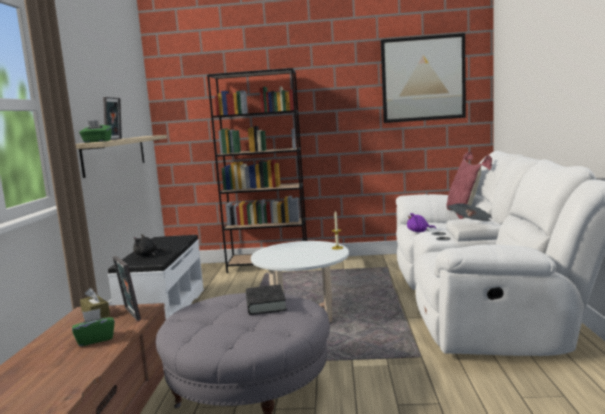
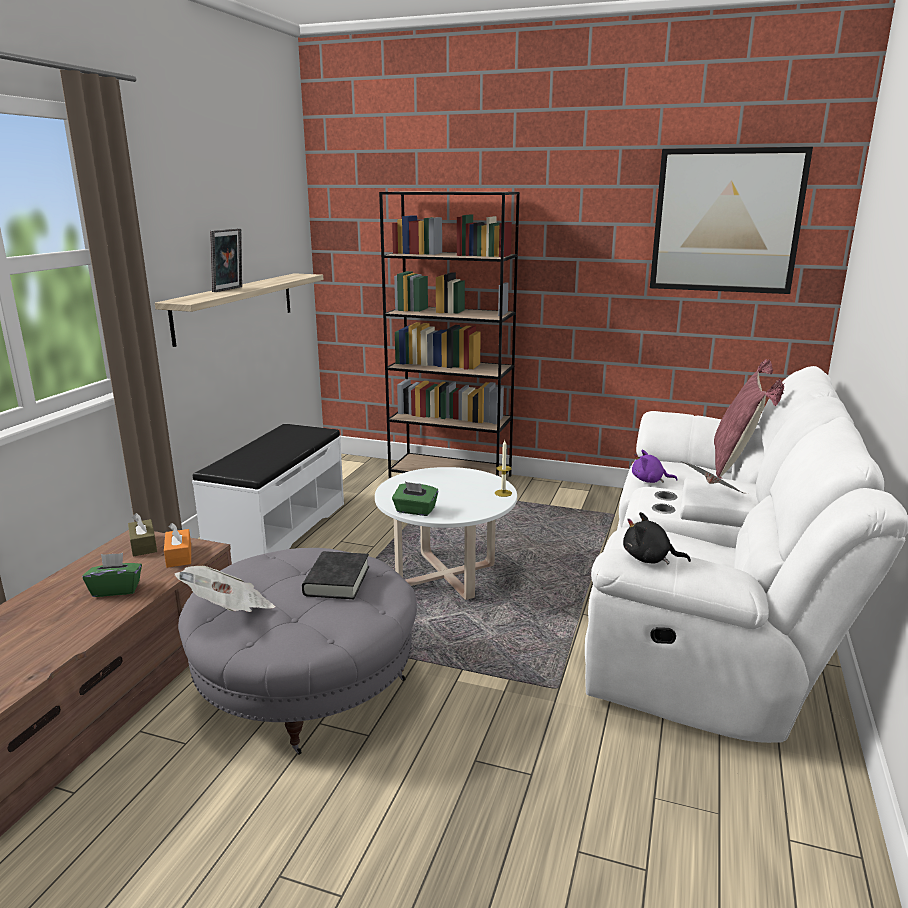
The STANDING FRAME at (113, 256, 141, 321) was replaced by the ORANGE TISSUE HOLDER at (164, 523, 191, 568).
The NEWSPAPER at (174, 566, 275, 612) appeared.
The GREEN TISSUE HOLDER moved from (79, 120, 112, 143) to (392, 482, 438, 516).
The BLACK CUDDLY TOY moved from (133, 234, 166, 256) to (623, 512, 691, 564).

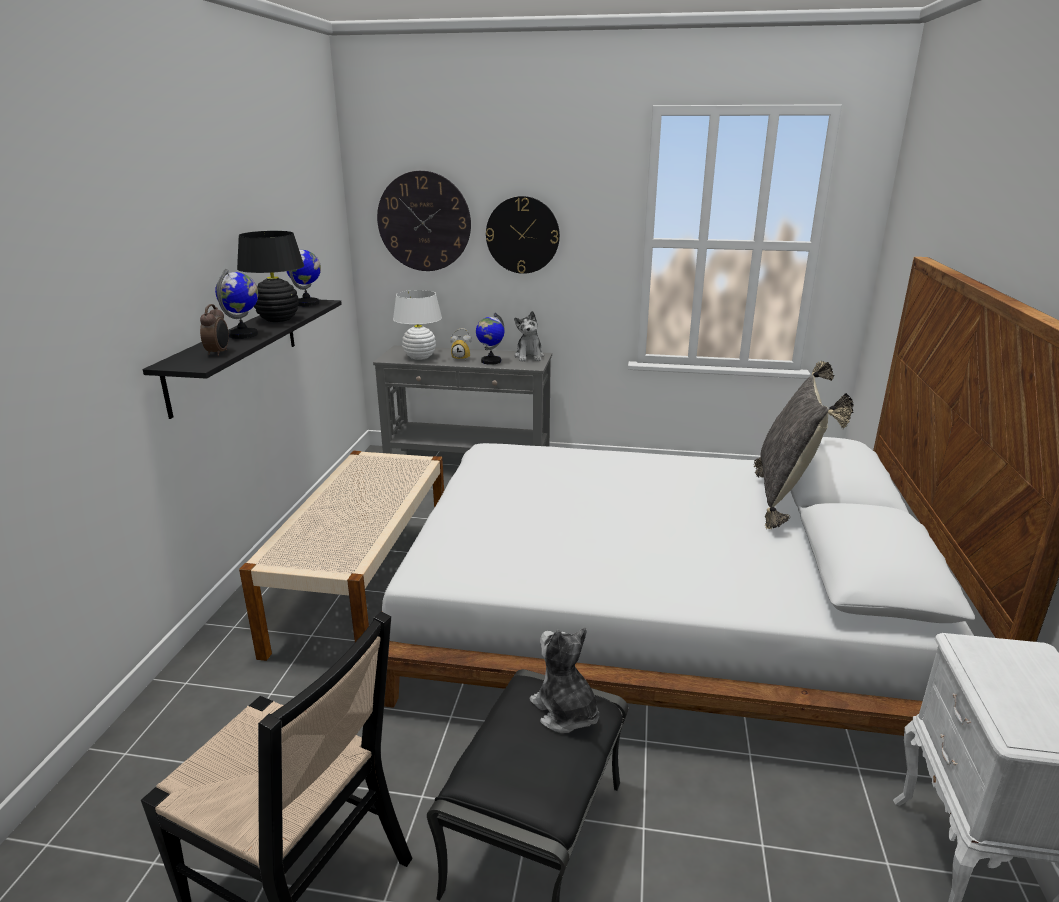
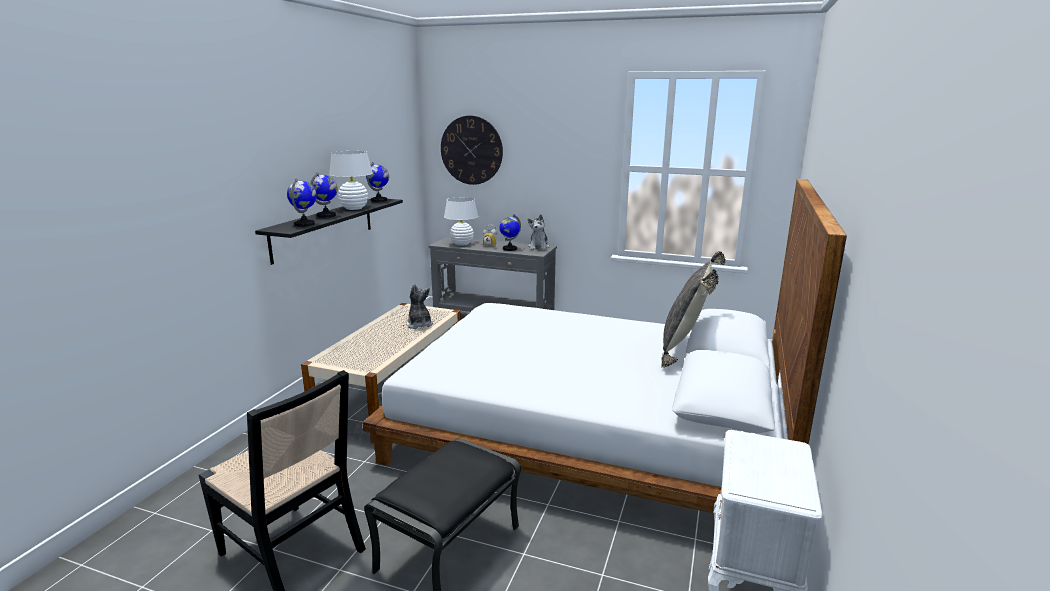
The TABLE CLOCK at (200, 304, 229, 356) was replaced by the GLOBE at (287, 178, 317, 227).
The BLACK LAMP FOR A TABLE at (237, 231, 304, 322) became the WHITISH LAMP FOR A TABLE at (329, 151, 373, 210).
The CUDDLY TOY moved from (530, 628, 599, 733) to (407, 284, 433, 329).
The WALL CLOCK at (486, 196, 560, 274) disappeared.

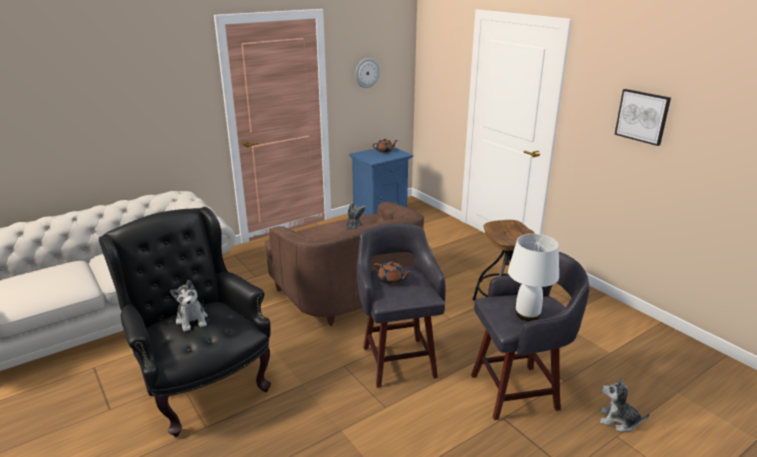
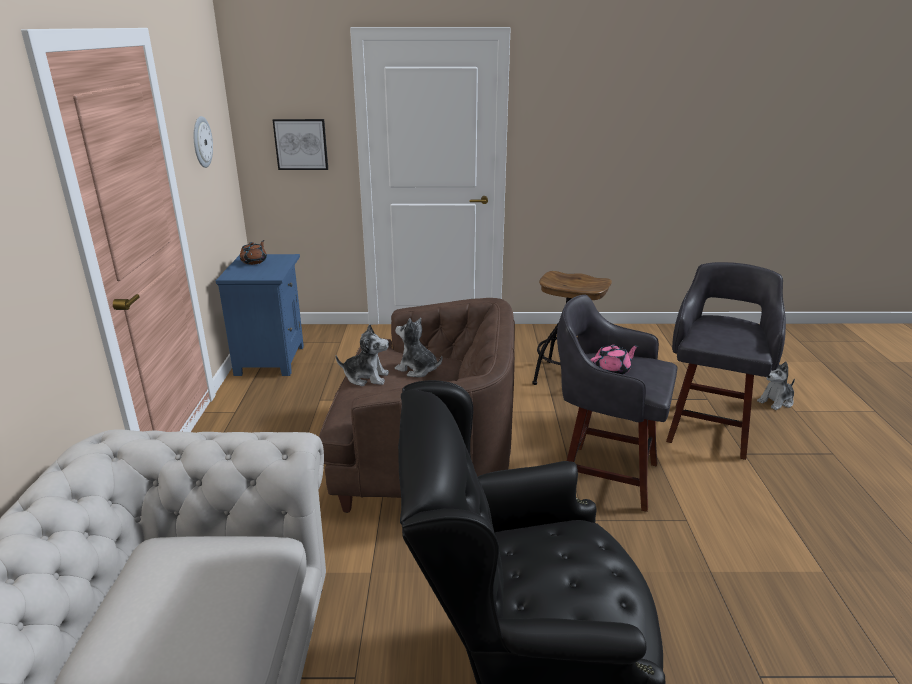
The WALL ART moved from (615, 89, 671, 146) to (273, 119, 328, 170).
The CUDDLY TOY moved from (170, 280, 208, 332) to (336, 324, 389, 386).
The BROWN POT FOR TEA at (374, 261, 412, 285) became the PINK-COLOURED POT FOR TEA at (590, 345, 639, 375).
The WHITISH LAMP FOR A TABLE at (508, 234, 559, 321) disappeared.

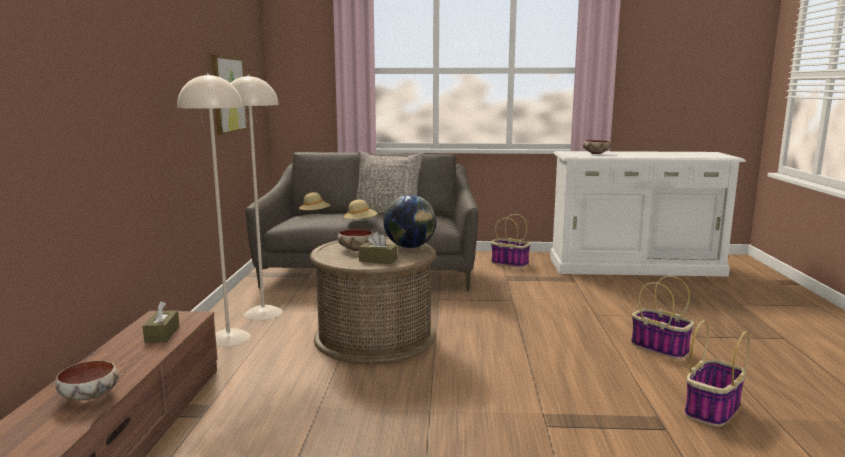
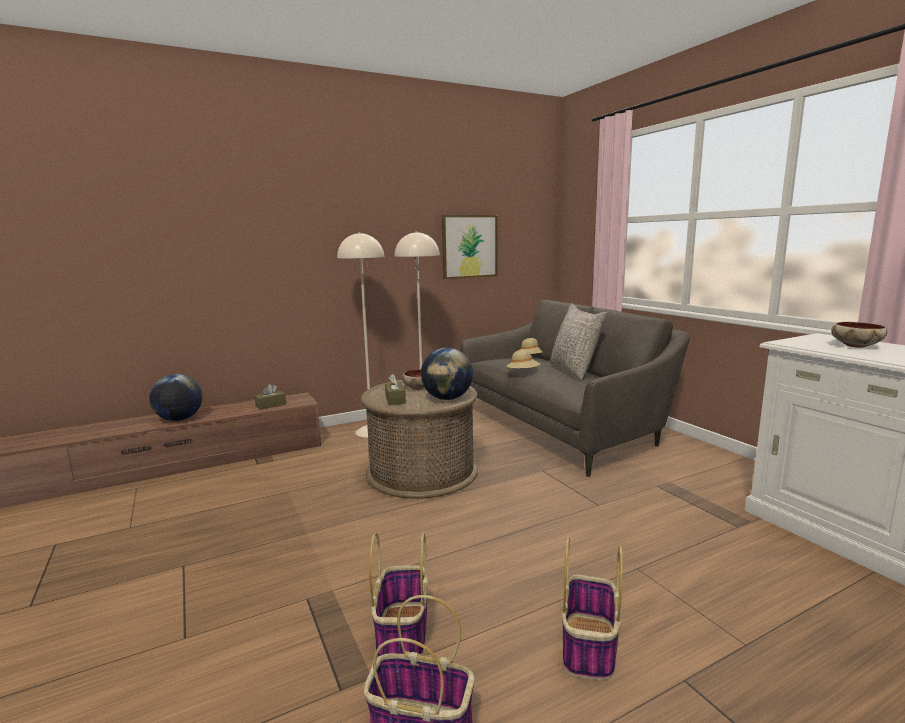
The BOWL at (55, 360, 119, 400) was replaced by the GLOBE at (149, 374, 202, 421).
The STORAGE BASKET moved from (491, 214, 530, 268) to (369, 533, 428, 658).

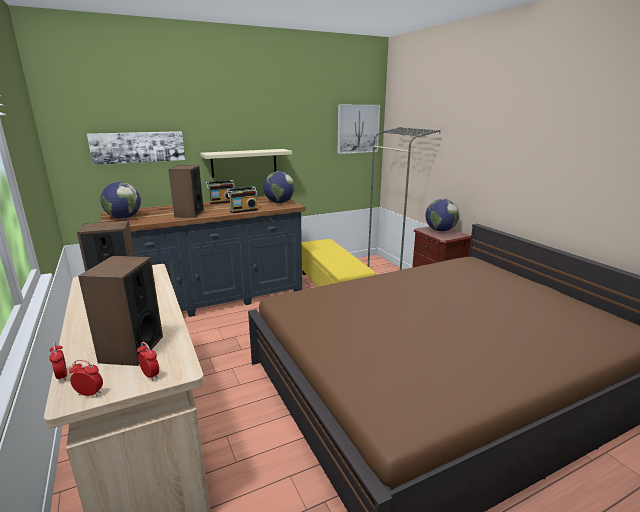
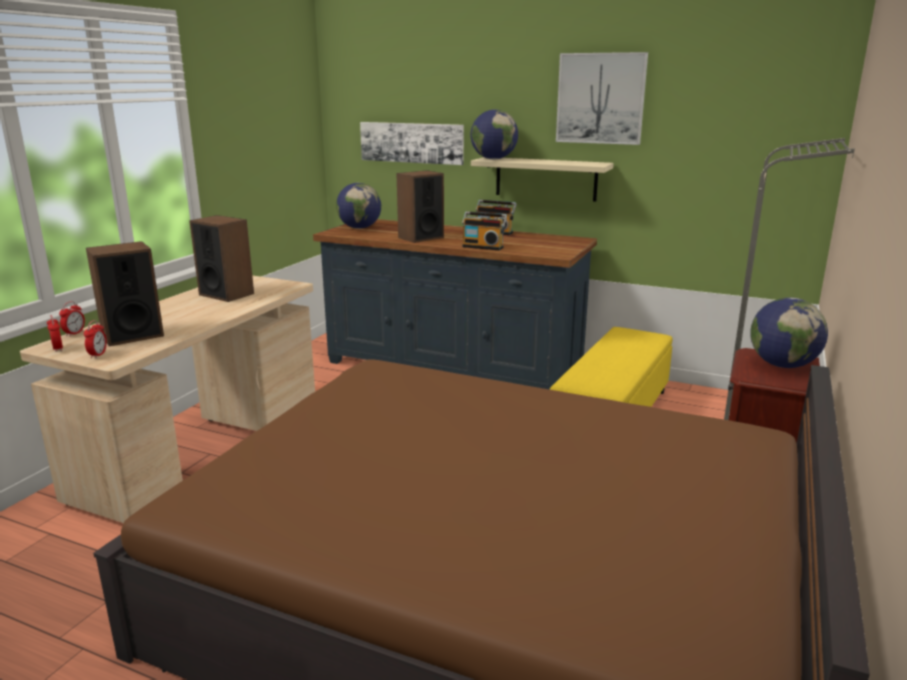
The GLOBE moved from (263, 171, 295, 203) to (471, 109, 518, 159).
The WALL ART moved from (338, 105, 380, 154) to (556, 52, 648, 145).

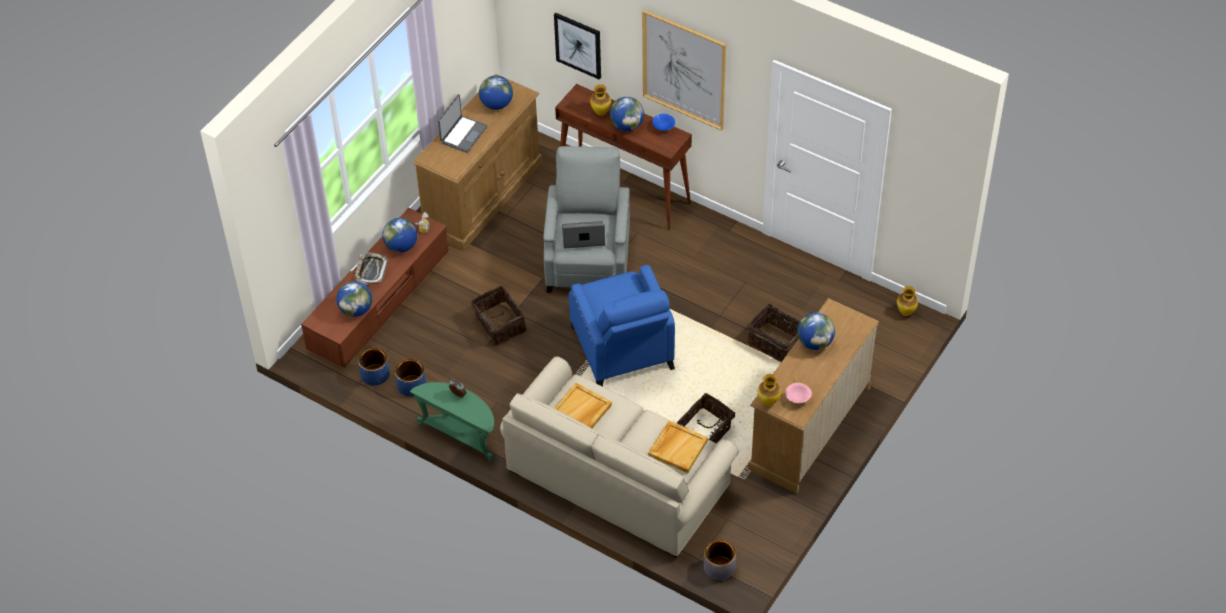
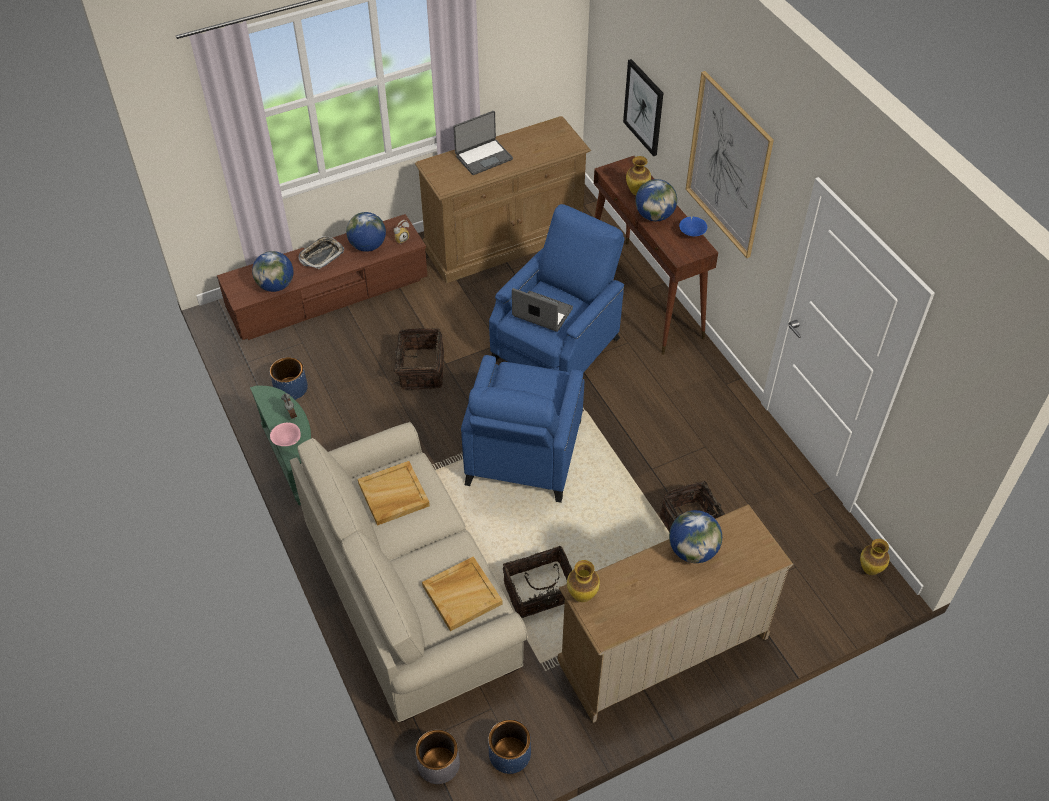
The PINK-COLOURED BOWL moved from (785, 383, 812, 403) to (270, 423, 301, 446).
The BLUE-COLOURED PLANT POT moved from (358, 348, 390, 386) to (488, 719, 531, 774).
The GRAY EASY CHAIR at (543, 146, 630, 293) became the BLUE-COLOURED EASY CHAIR at (489, 204, 625, 373).
The GLOBE at (479, 76, 513, 110) disappeared.

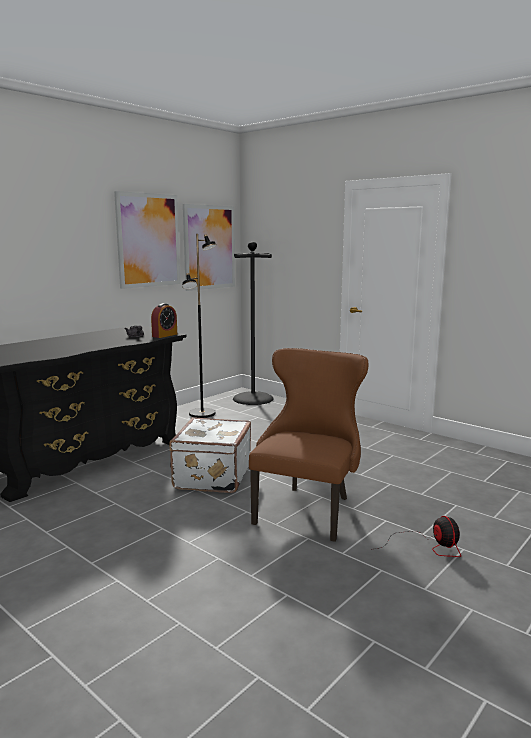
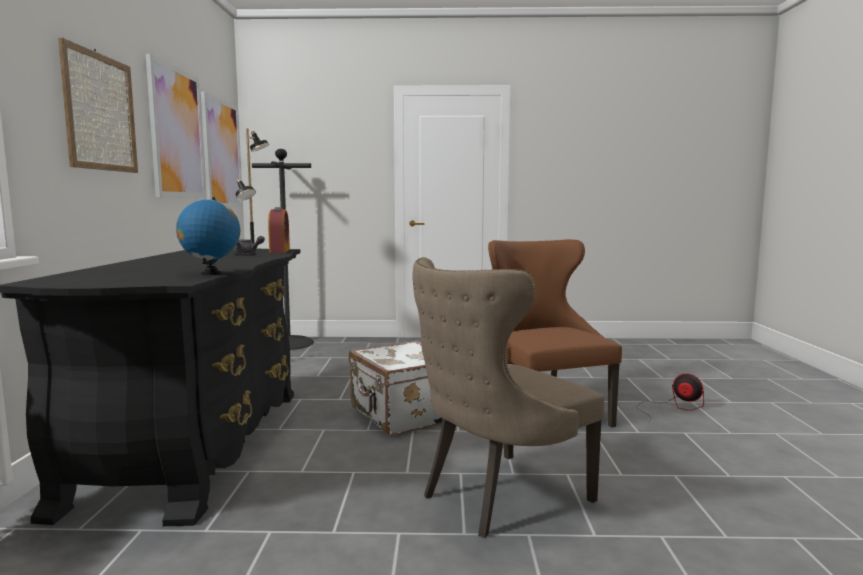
The WALL ART at (58, 37, 138, 173) appeared.
The GLOBE at (176, 197, 240, 275) appeared.
The BEIGE CHAIR at (412, 258, 604, 538) appeared.

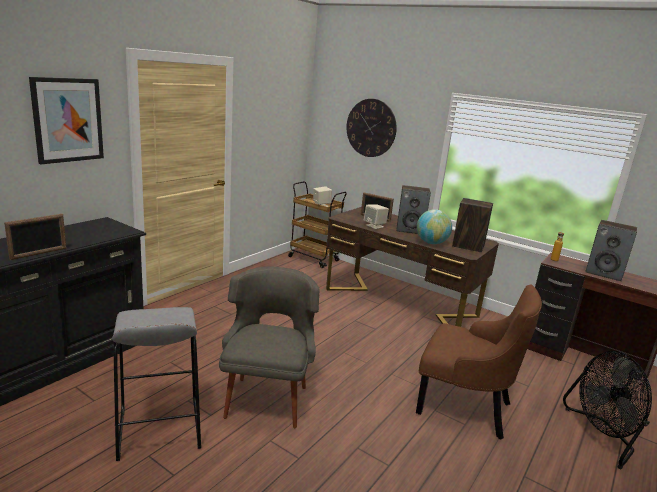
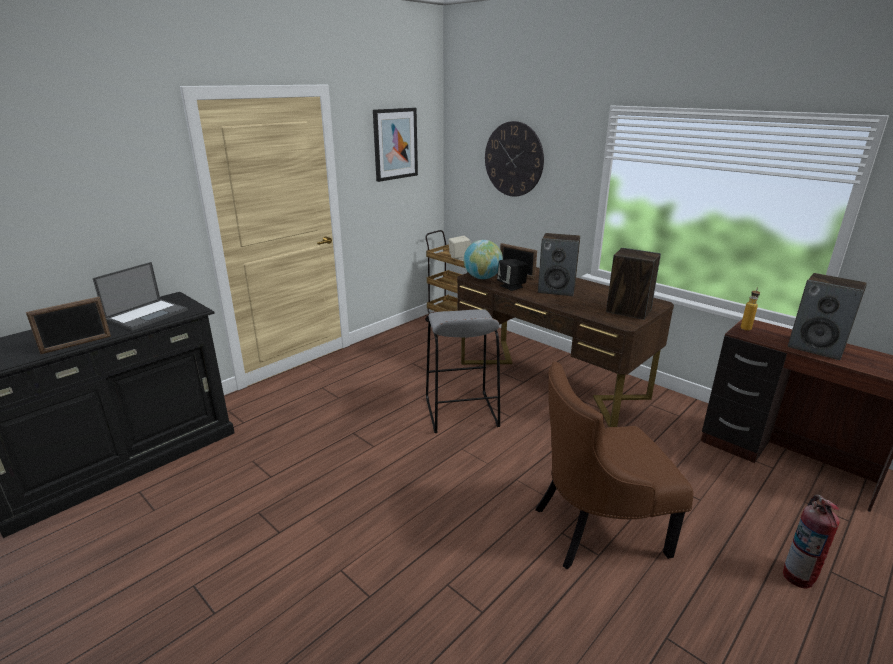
The PORTABLE COMPUTER at (93, 262, 188, 331) appeared.
The WALL ART moved from (29, 77, 104, 165) to (373, 108, 418, 182).
The GRAY STOOL SEAT moved from (112, 307, 201, 461) to (426, 309, 500, 433).
The GLOBE moved from (417, 209, 452, 244) to (464, 240, 503, 279).
The BEIGE SPEAKER at (364, 205, 389, 229) became the BLACK SPEAKER at (497, 259, 528, 291).
The BROWN CHAIR at (416, 285, 542, 439) turned 135 degrees clockwise.
The BLACK FAN at (563, 351, 652, 470) was replaced by the FIRE EXTINGUISHER at (783, 495, 840, 588).
The GRAY CHAIR at (219, 266, 319, 428) disappeared.

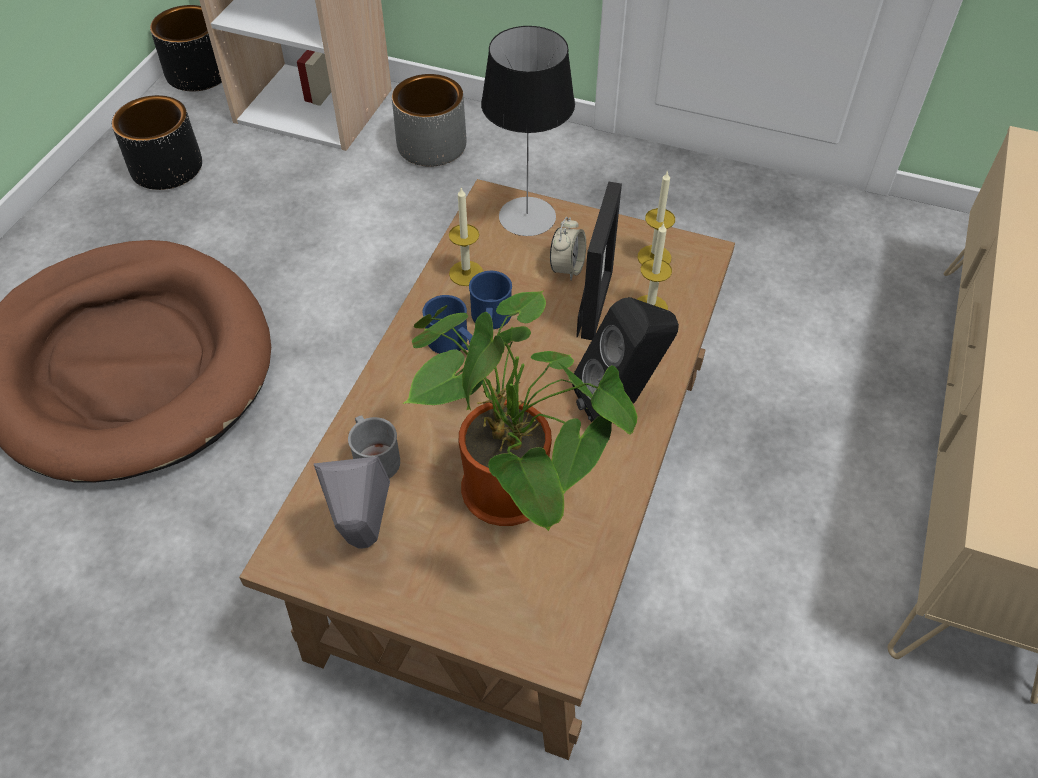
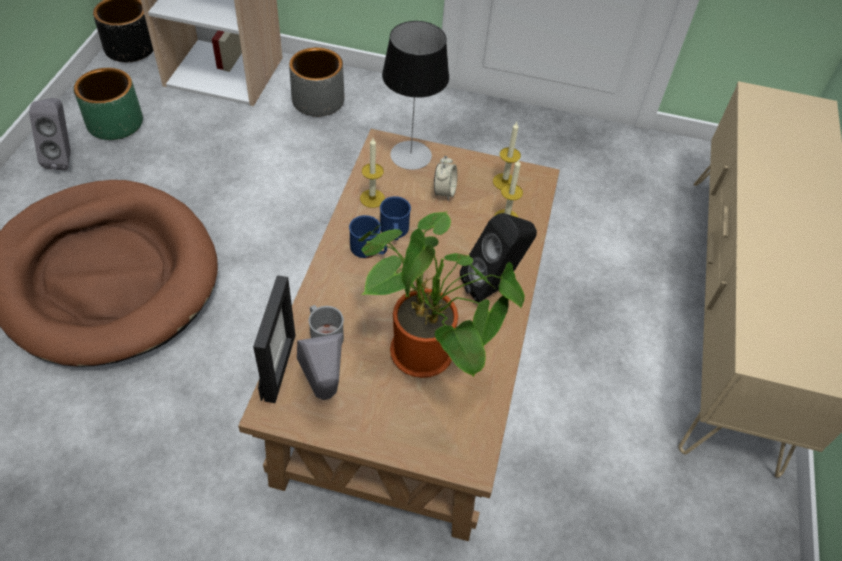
The GRAY SPEAKER at (29, 98, 71, 170) appeared.
The BLACK PLANT POT at (112, 95, 202, 190) became the GREEN PLANT POT at (73, 68, 143, 140).
The STANDING FRAME moved from (576, 182, 622, 340) to (253, 275, 295, 403).

